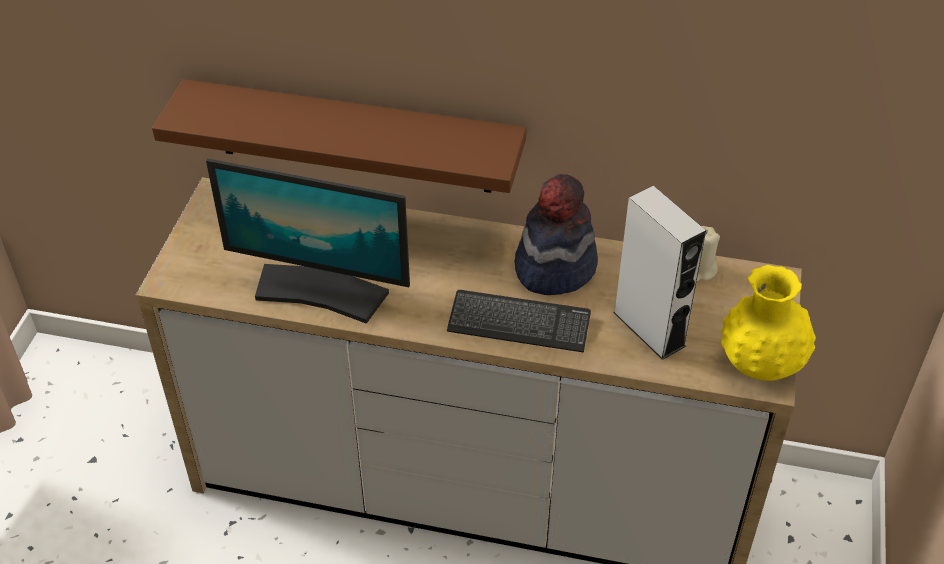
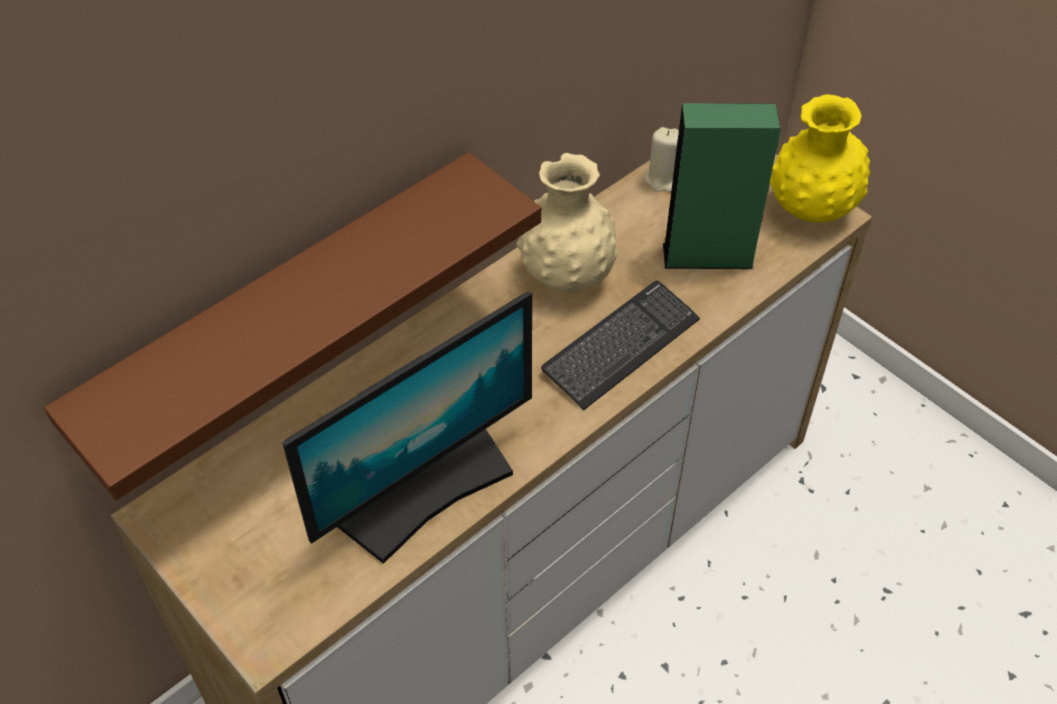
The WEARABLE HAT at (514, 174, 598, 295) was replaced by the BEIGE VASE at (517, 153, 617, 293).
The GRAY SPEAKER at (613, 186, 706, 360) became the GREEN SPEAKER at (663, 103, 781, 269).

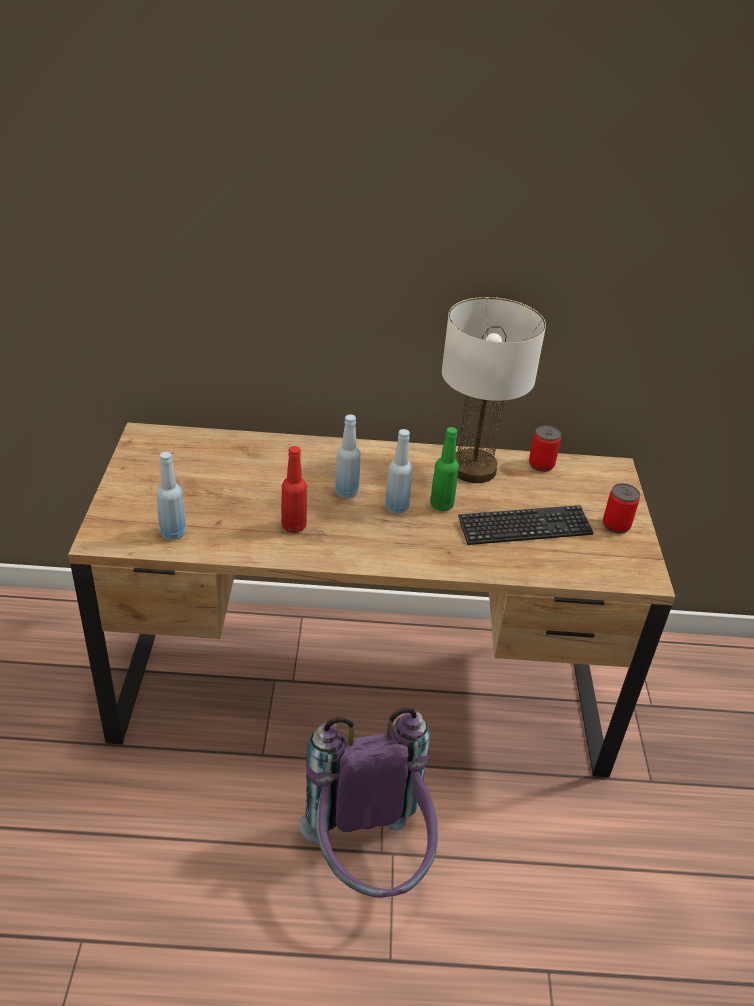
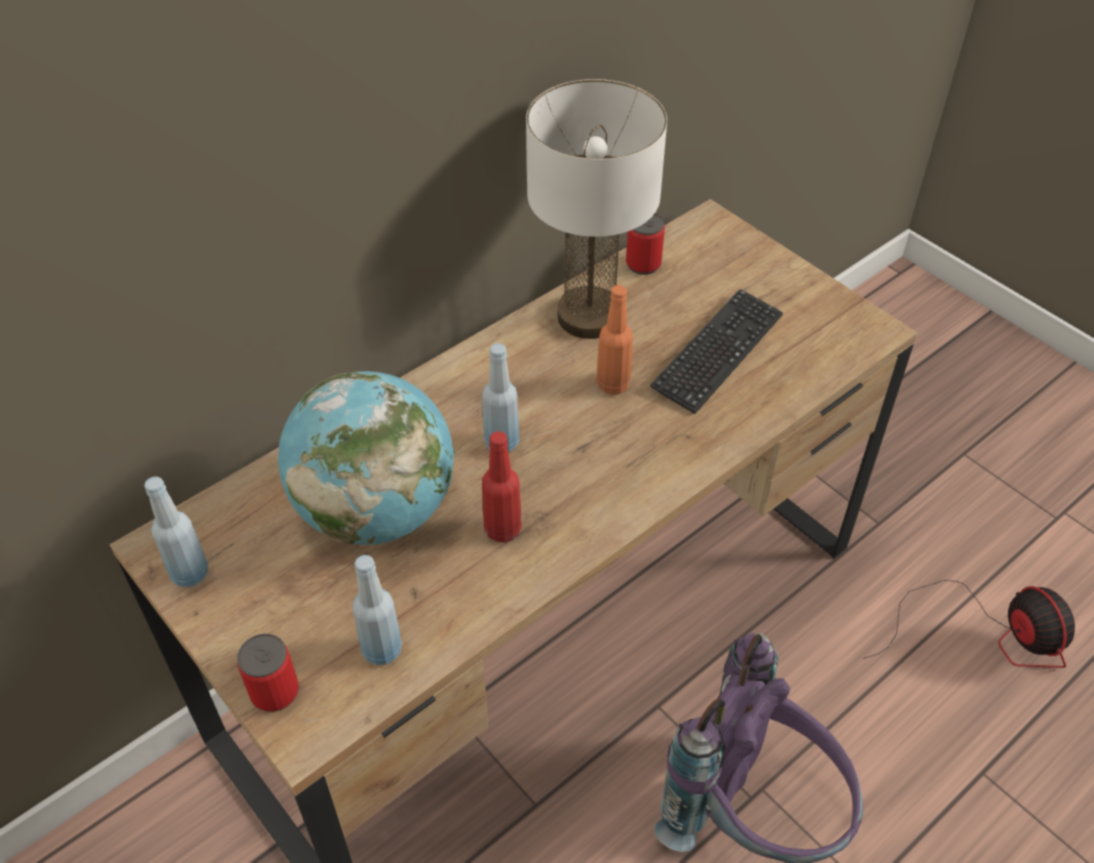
The BLUE-COLOURED DRINK BOTTLE moved from (385, 429, 413, 514) to (144, 476, 208, 588).
The SEALED CAN moved from (603, 483, 640, 534) to (237, 634, 299, 712).
The GLOBE at (278, 371, 454, 545) appeared.
The GREEN DRINK BOTTLE at (430, 427, 459, 511) became the ORANGE DRINK BOTTLE at (596, 285, 633, 395).
The FAN at (863, 580, 1075, 668) appeared.

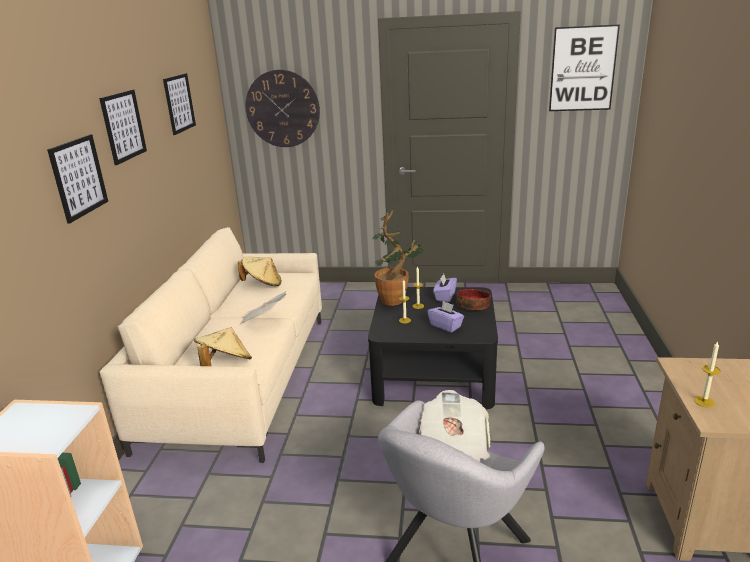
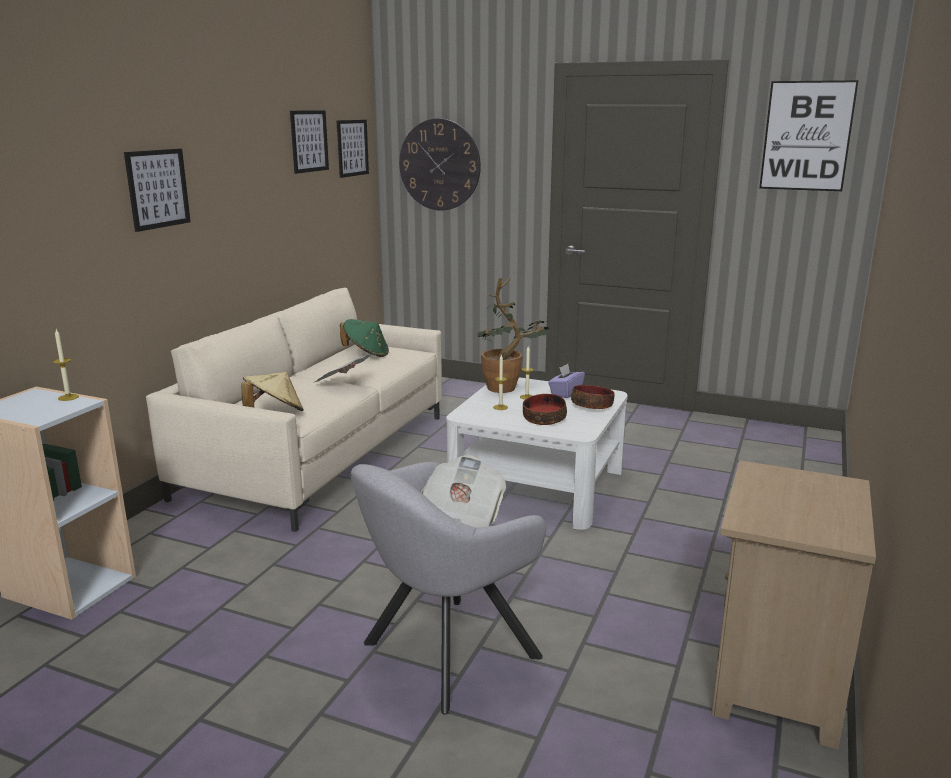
The WAX LIGHT moved from (694, 341, 721, 408) to (53, 329, 79, 401).
The WALL ART moved from (99, 89, 147, 165) to (336, 120, 369, 178).
The BEIGE WEARABLE HAT at (238, 256, 282, 286) became the GREEN WEARABLE HAT at (340, 319, 389, 357).
The BLACK LOW TABLE at (368, 287, 498, 409) became the WHITISH LOW TABLE at (446, 377, 628, 530).
The PURPLISH TISSUE HOLDER at (427, 301, 464, 333) was replaced by the BOWL at (523, 394, 567, 425).

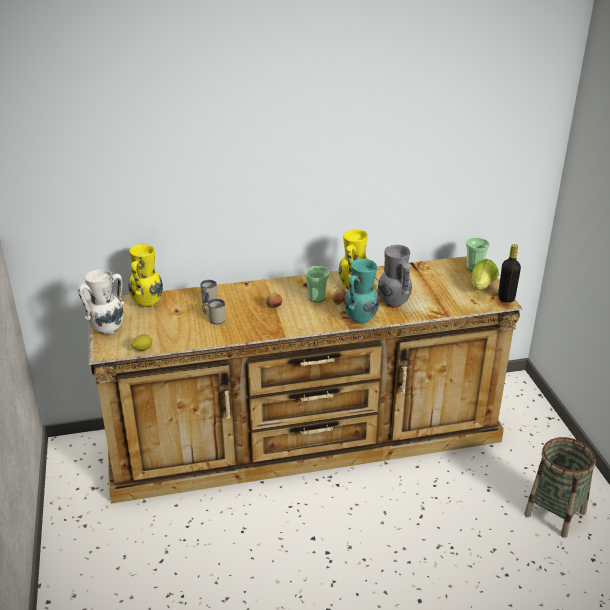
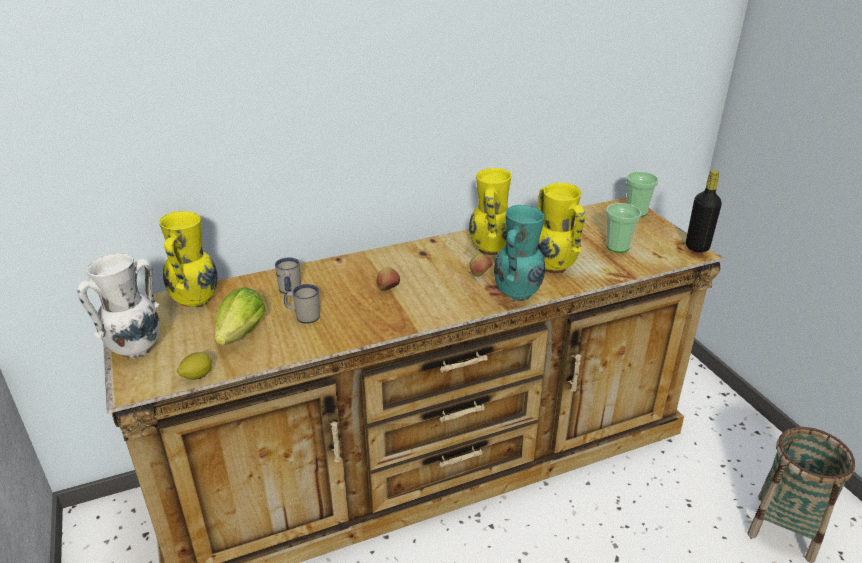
The HEAD OF LETTUCE moved from (471, 259, 499, 290) to (215, 287, 266, 345).
The GRAY VASE at (378, 245, 412, 308) became the YELLOW-COLOURED VASE at (538, 183, 585, 274).
The CUP moved from (305, 266, 330, 302) to (606, 203, 641, 253).

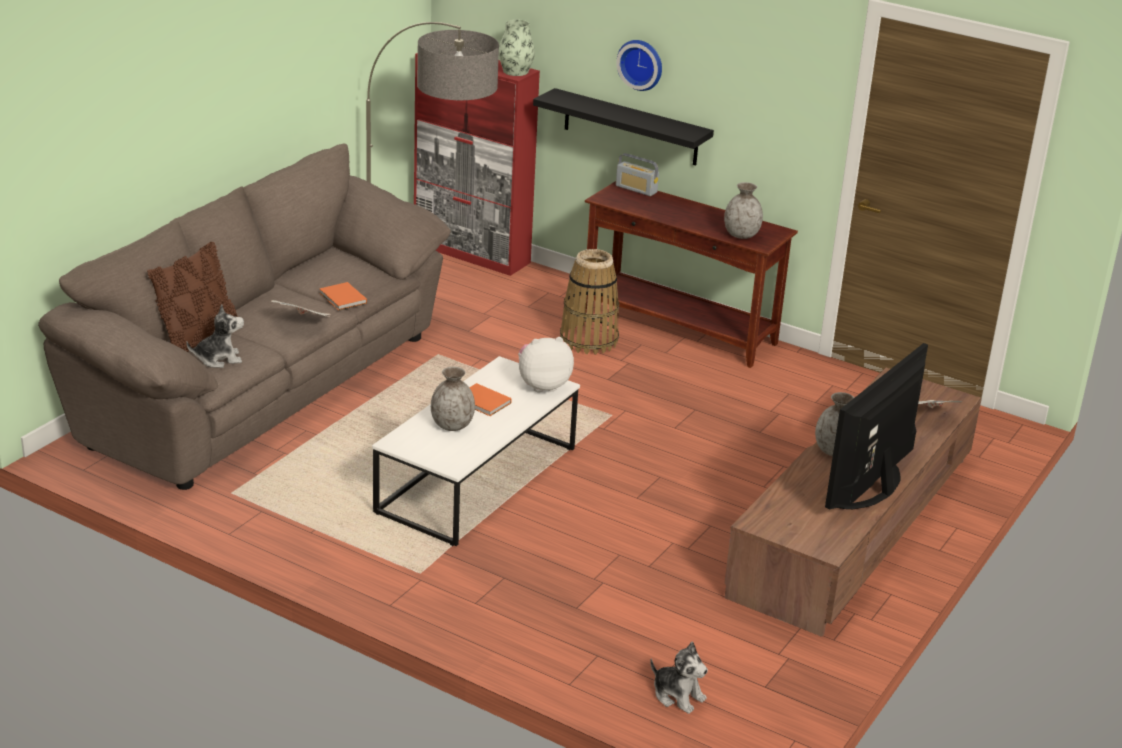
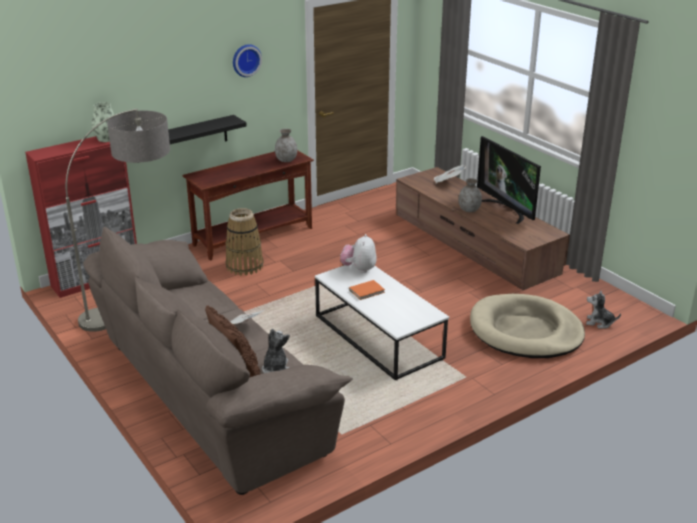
The WALL CLOCK moved from (616, 40, 662, 91) to (233, 44, 262, 77).
The BEIGE DOG BED at (470, 294, 585, 358) appeared.
The CUDDLY TOY at (650, 642, 708, 714) turned 135 degrees counterclockwise.
The ORANGE BOUND BOOK at (319, 282, 367, 310) disappeared.
The GRAY VASE at (431, 367, 475, 431) disappeared.
The RADIO SET at (616, 153, 659, 196) disappeared.

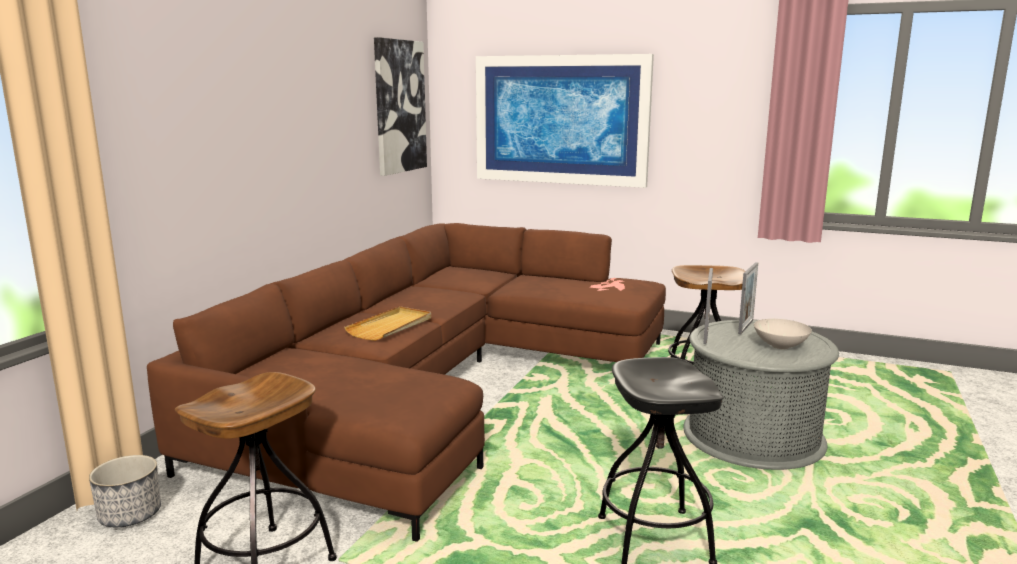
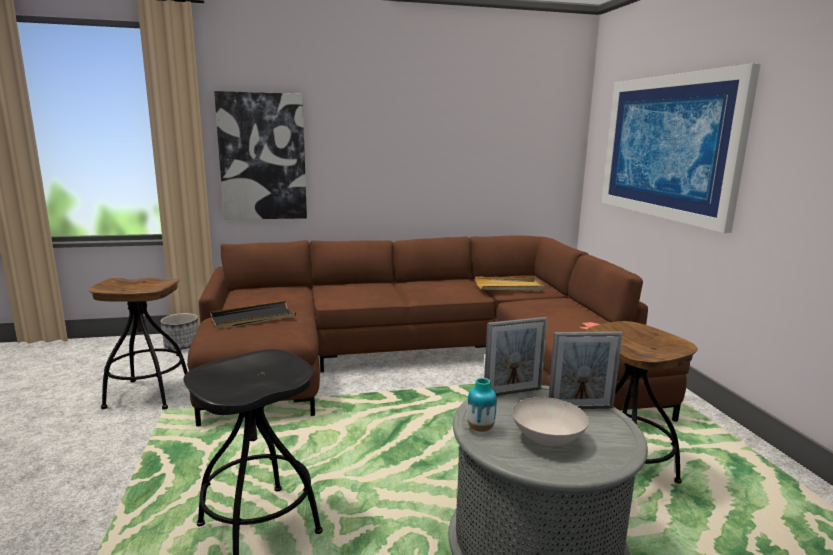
The BLACK SERVING TRAY at (211, 301, 296, 329) appeared.
The WALL ART moved from (374, 37, 427, 176) to (214, 91, 307, 220).
The VASE at (467, 378, 497, 432) appeared.
The BEIGE SERVING TRAY moved from (344, 306, 431, 341) to (475, 277, 545, 291).

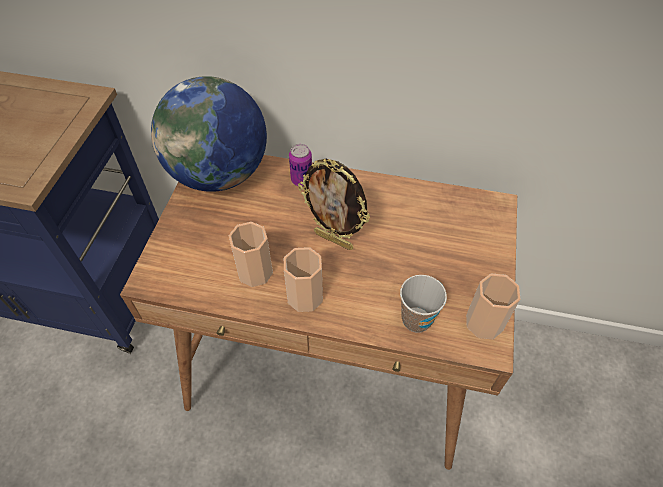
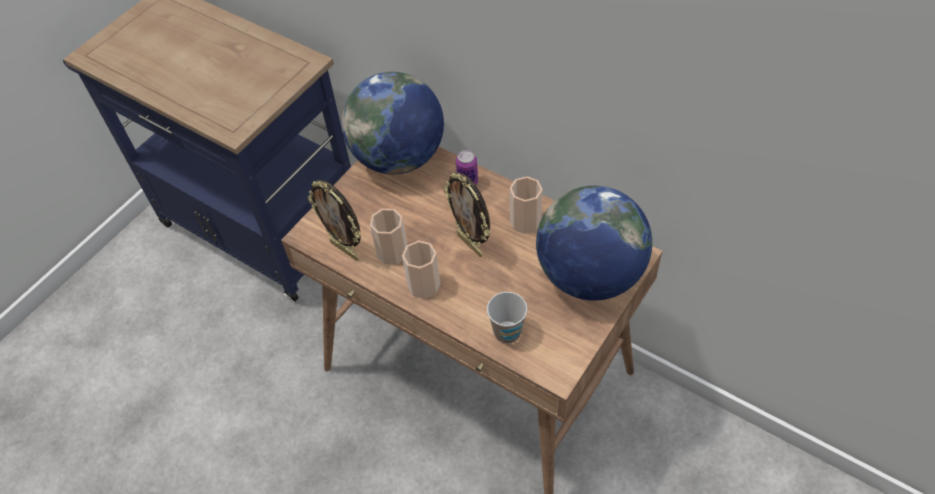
The STANDING FRAME at (307, 180, 361, 261) appeared.
The CUP moved from (466, 273, 520, 339) to (510, 176, 542, 234).
The GLOBE at (536, 186, 652, 301) appeared.

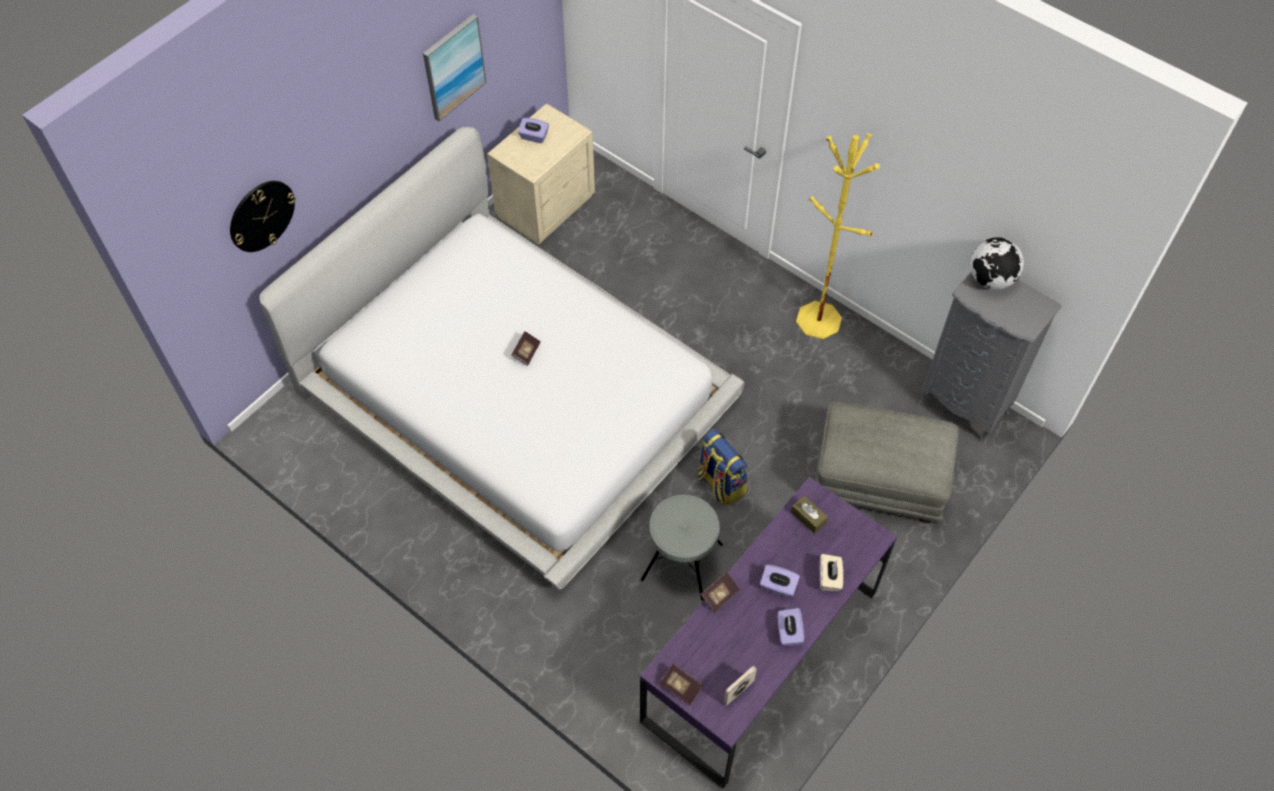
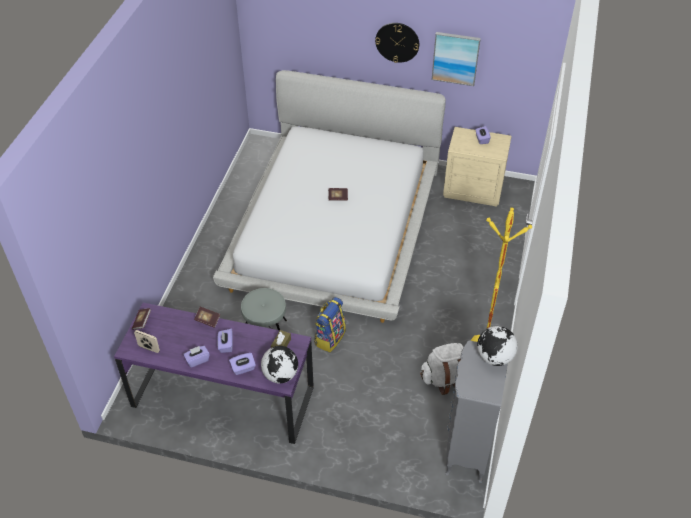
The BEIGE TISSUE HOLDER at (820, 554, 843, 591) became the PURPLISH TISSUE HOLDER at (229, 353, 256, 375).
The GLOBE at (261, 346, 298, 384) appeared.
The WALL CLOCK moved from (230, 181, 296, 252) to (375, 23, 419, 63).
The WHITISH RUCKSACK at (420, 343, 463, 395) appeared.
The GRAY OTTOMAN at (815, 401, 959, 524) disappeared.

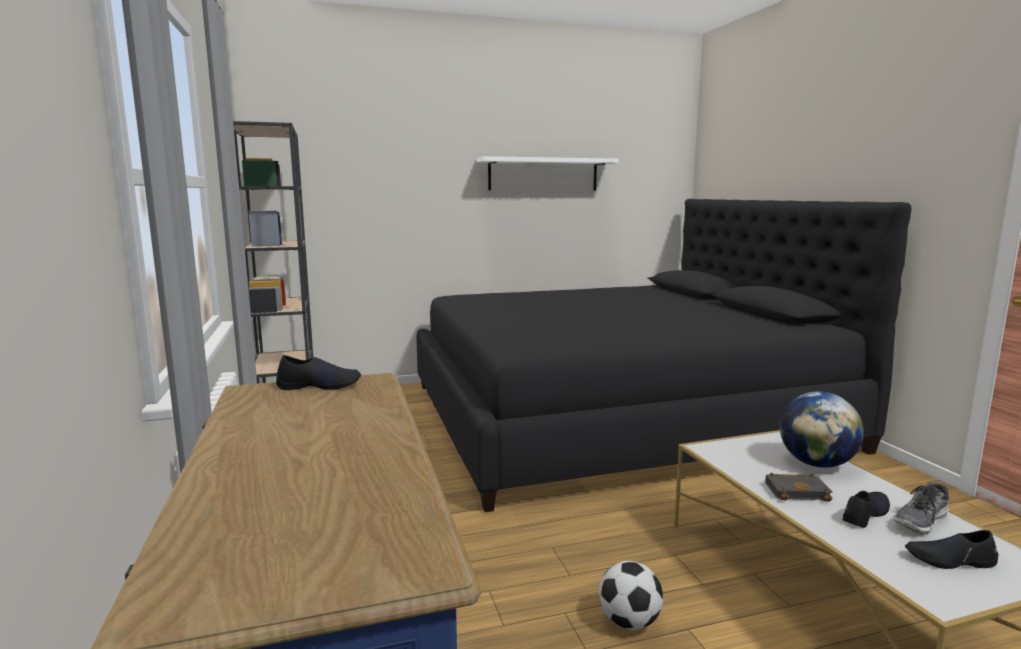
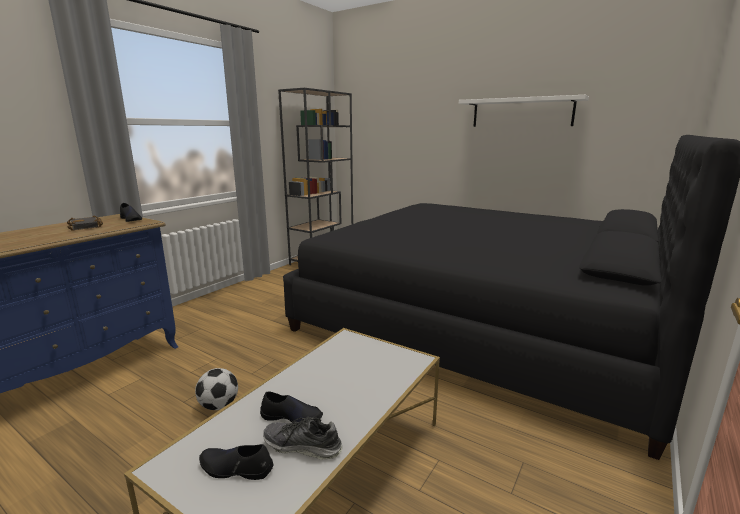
The BLACK BOUND BOOK moved from (765, 473, 832, 502) to (67, 216, 103, 231).
The BLACK LOW SHOE at (905, 530, 999, 569) turned 45 degrees counterclockwise.
The GLOBE at (780, 392, 864, 468) disappeared.

